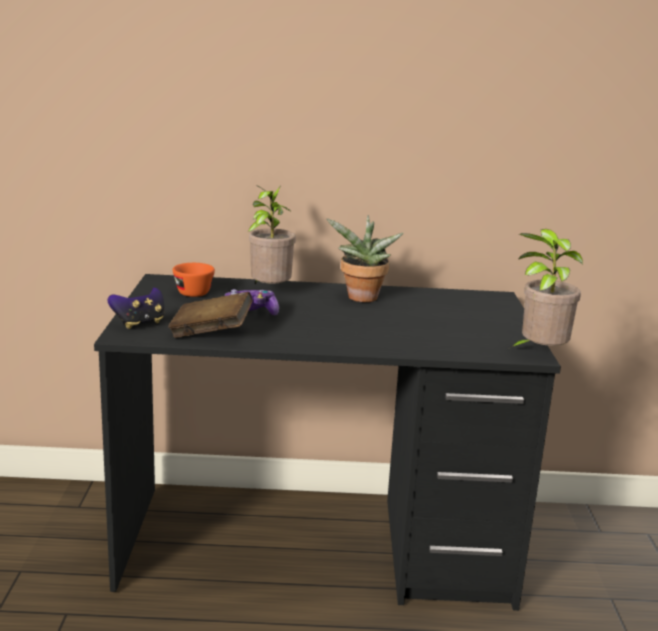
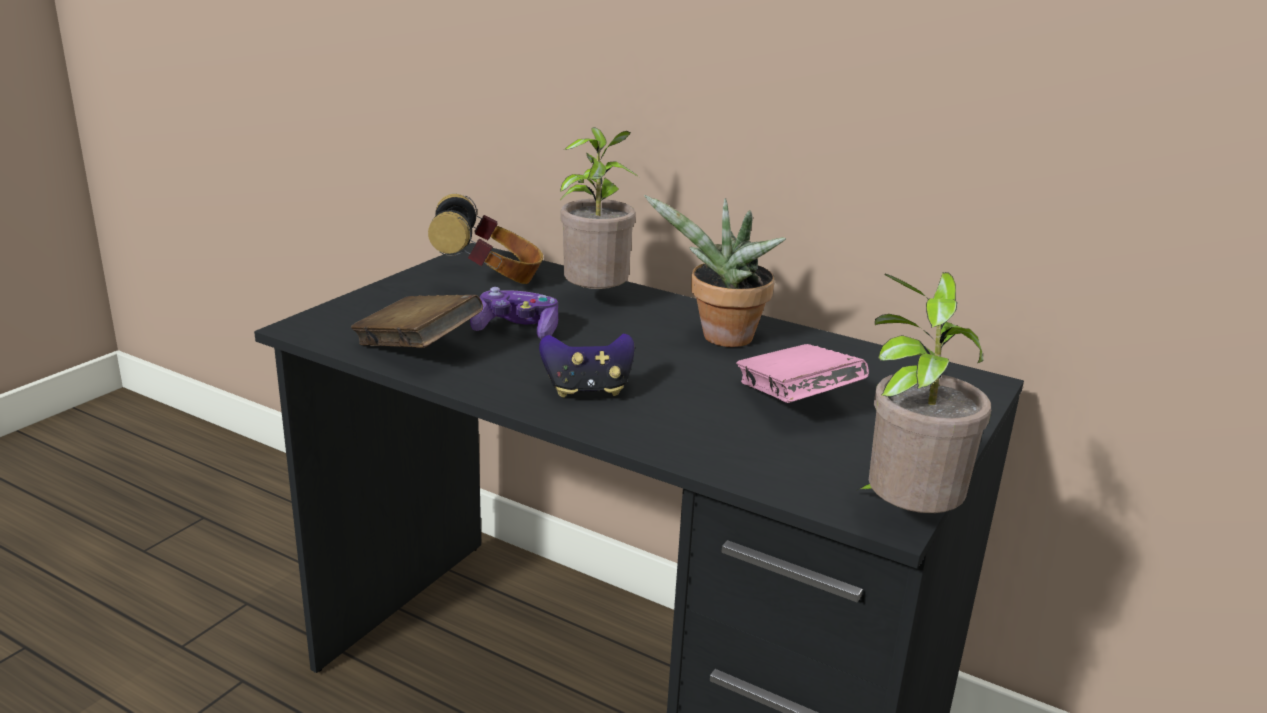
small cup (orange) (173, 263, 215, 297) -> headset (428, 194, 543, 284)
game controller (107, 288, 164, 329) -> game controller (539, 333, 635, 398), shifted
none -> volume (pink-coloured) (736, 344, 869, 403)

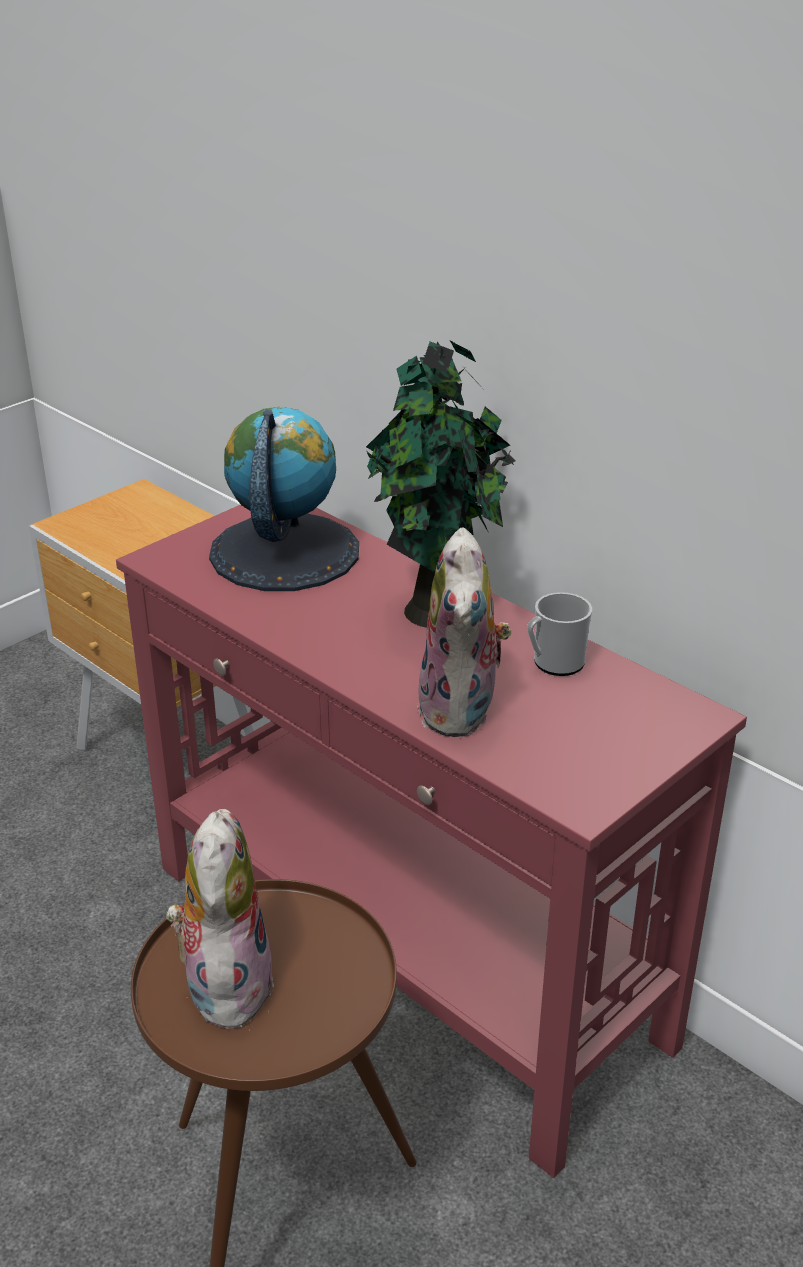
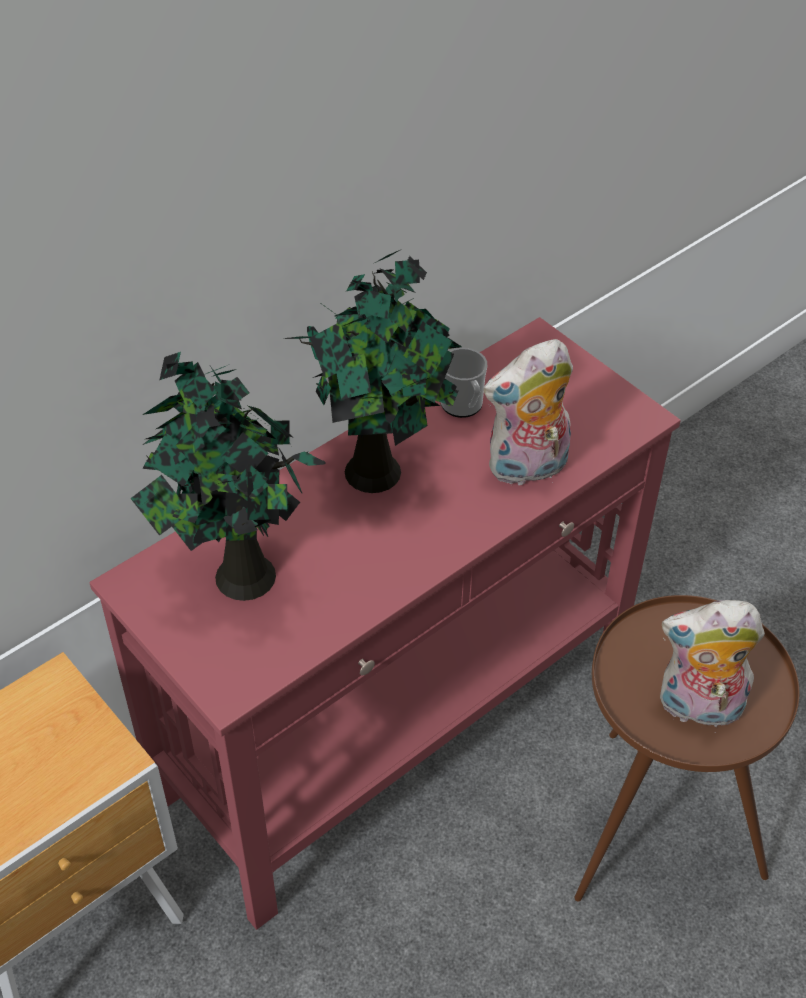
world globe (209, 407, 359, 591) -> plant in a pot (130, 352, 325, 601)
soft toy (417, 527, 512, 737) -> soft toy (483, 339, 573, 485), 150 degrees clockwise

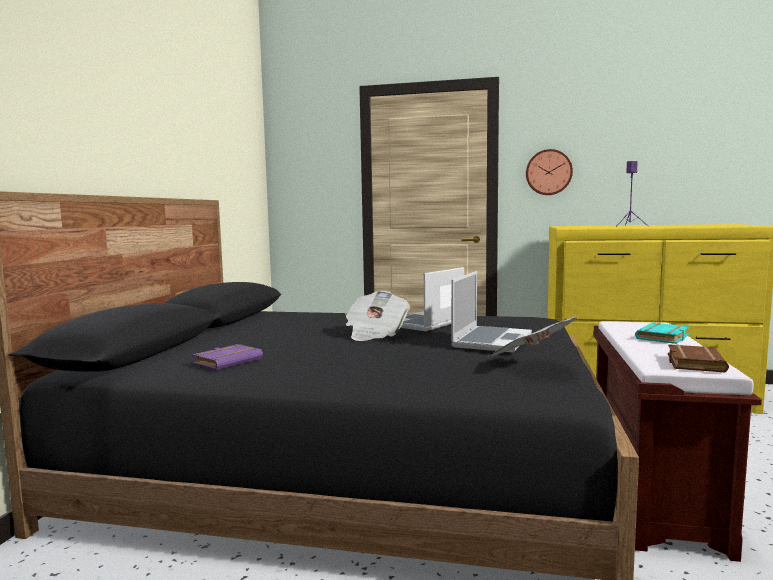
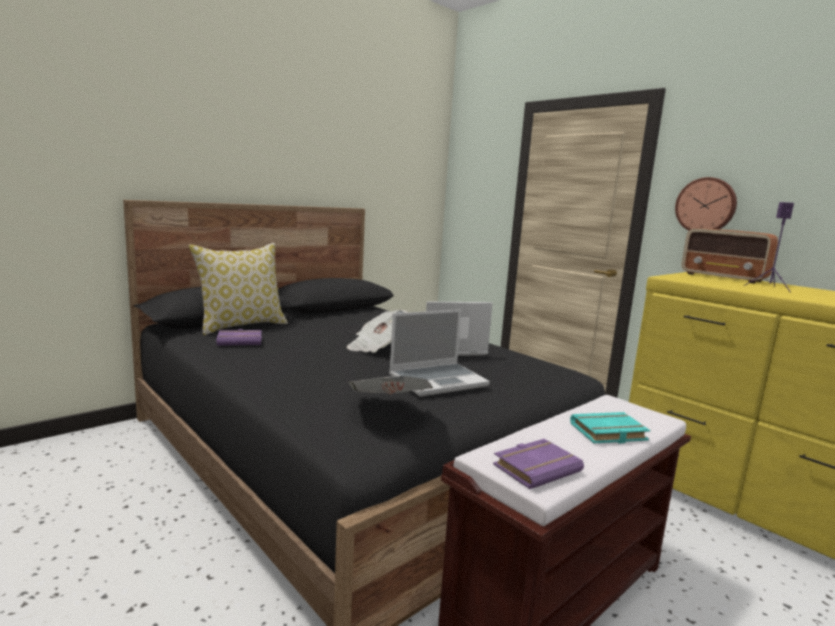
volume (brownish) (668, 344, 729, 373) -> volume (purple) (493, 439, 584, 489)
none -> radio set (682, 229, 778, 283)
none -> throw pillow (188, 243, 288, 335)

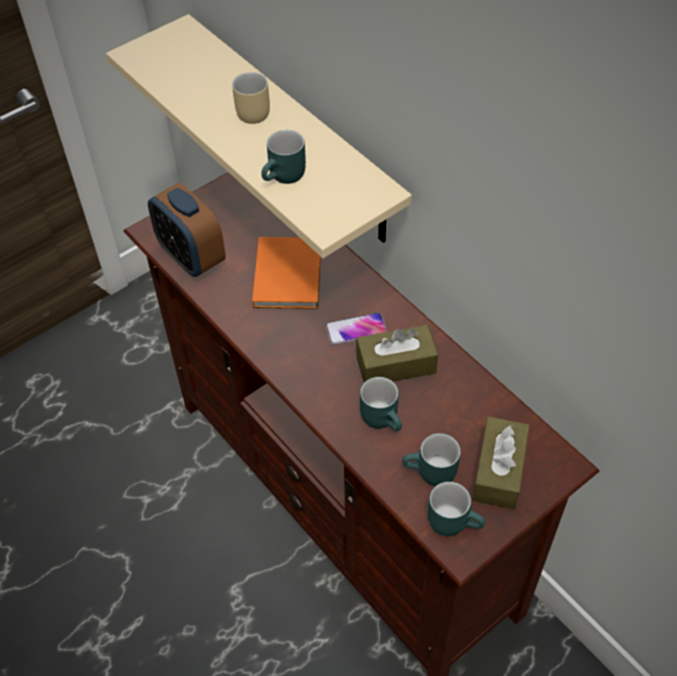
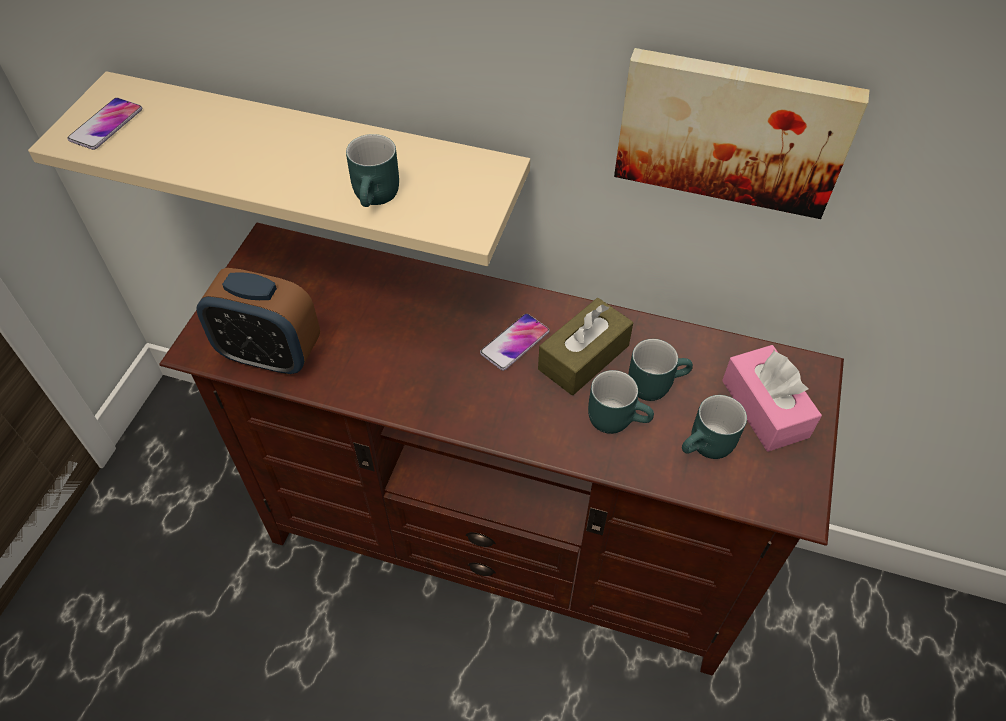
mug (beige-coloured) (232, 72, 270, 124) -> none
volume (orange) (252, 237, 321, 309) -> none
tissue holder (brownish) (472, 416, 530, 509) -> tissue holder (pink-coloured) (722, 345, 822, 452)
mug (turquoise-coloured) (428, 482, 485, 536) -> mug (turquoise-coloured) (628, 339, 693, 401), shifted
none -> picture (614, 48, 869, 219)
none -> telephone (67, 98, 142, 150)

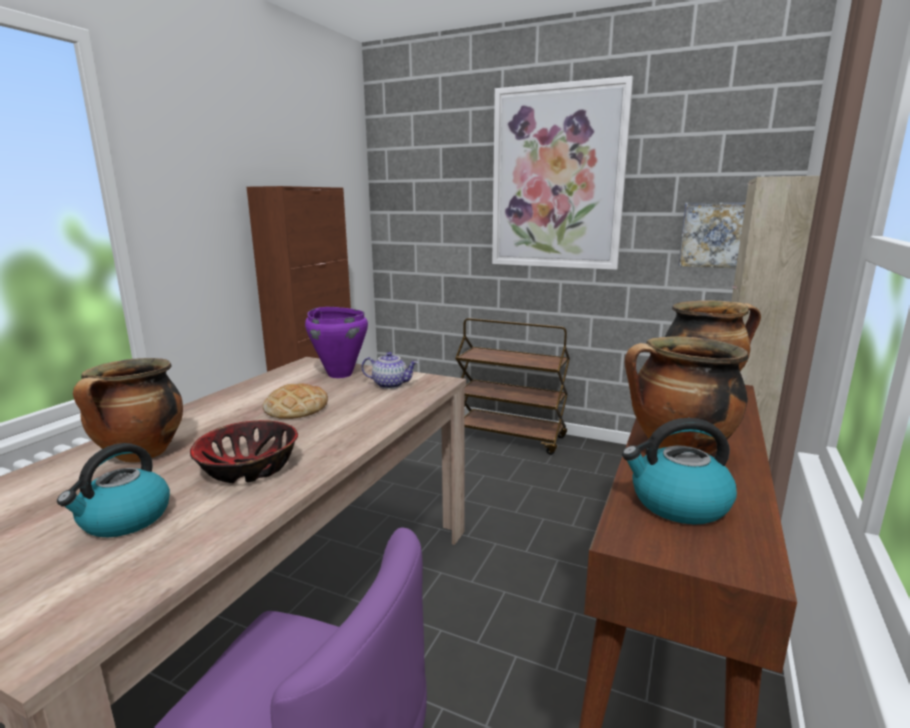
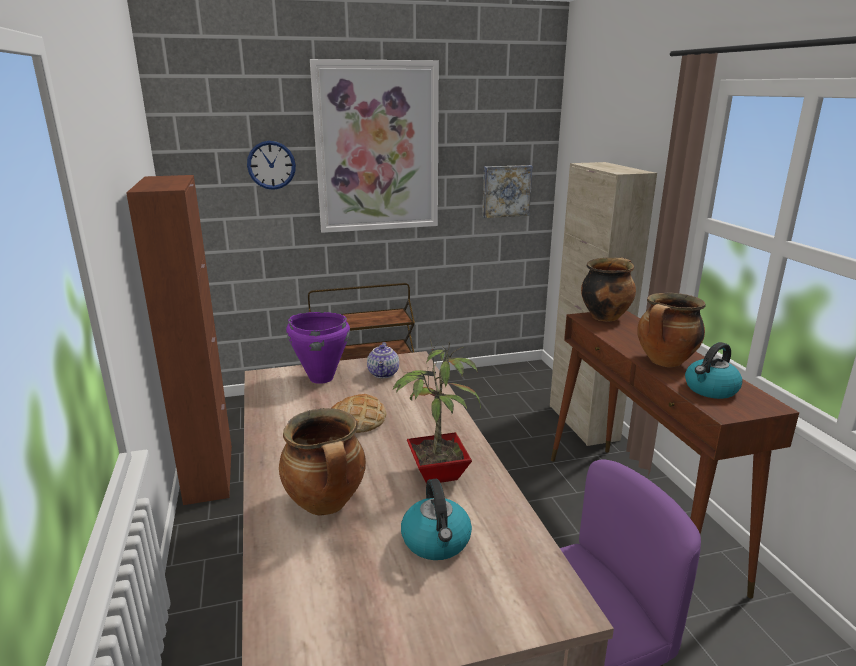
tea pot (362, 352, 418, 389) -> tea pot (367, 342, 399, 378), 120 degrees clockwise
bowl (190, 420, 298, 483) -> plant in a pot (393, 339, 481, 484)
none -> clock on the wall (247, 141, 296, 190)

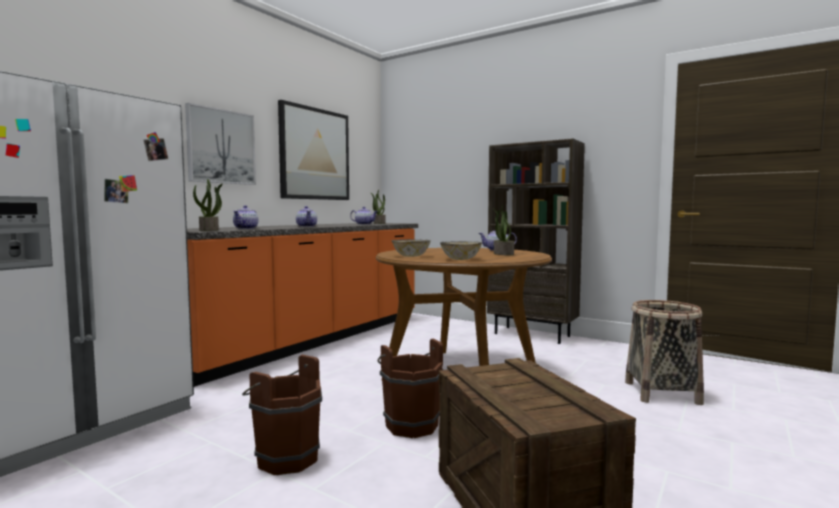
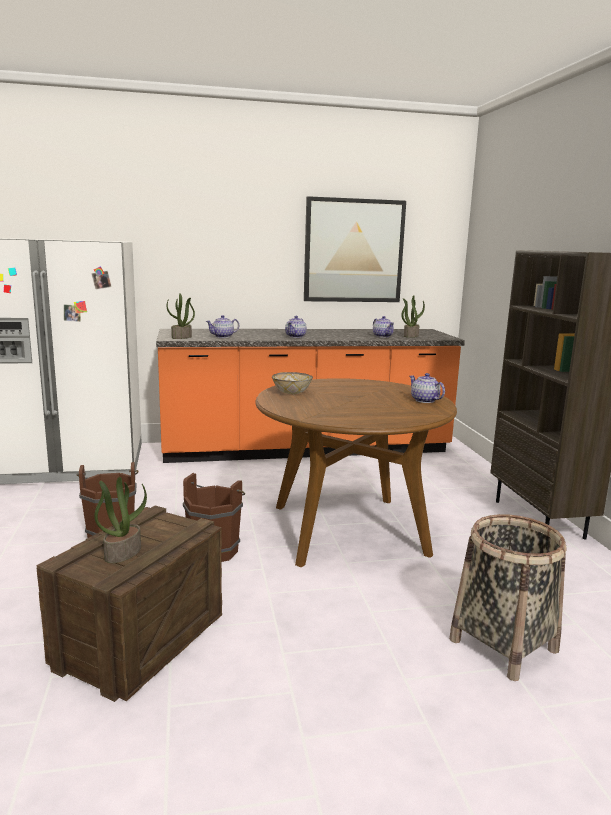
picture (185, 103, 256, 185) -> none
plant in a pot (494, 205, 514, 255) -> plant in a pot (94, 477, 147, 563), shifted
bowl (440, 241, 482, 260) -> none

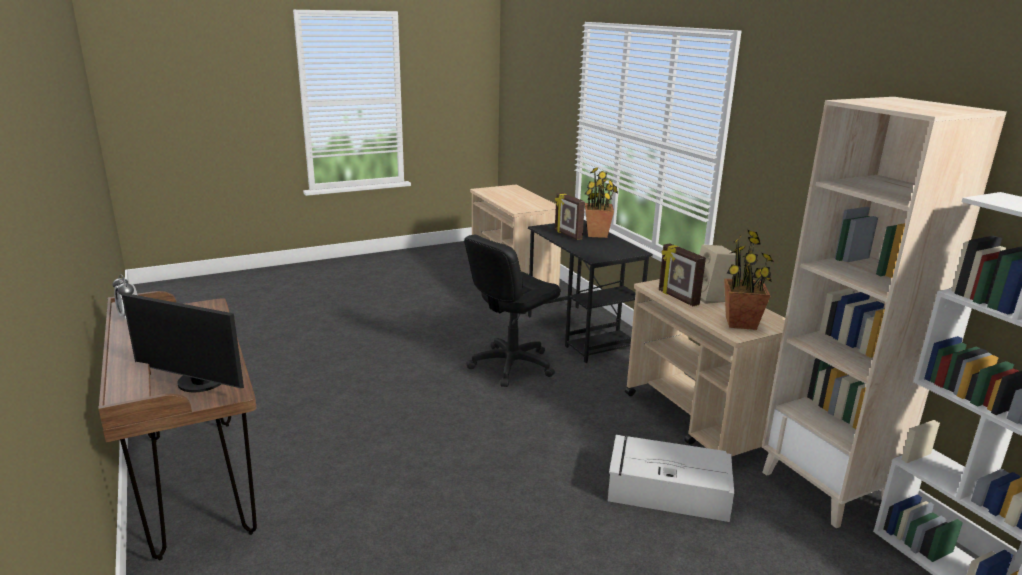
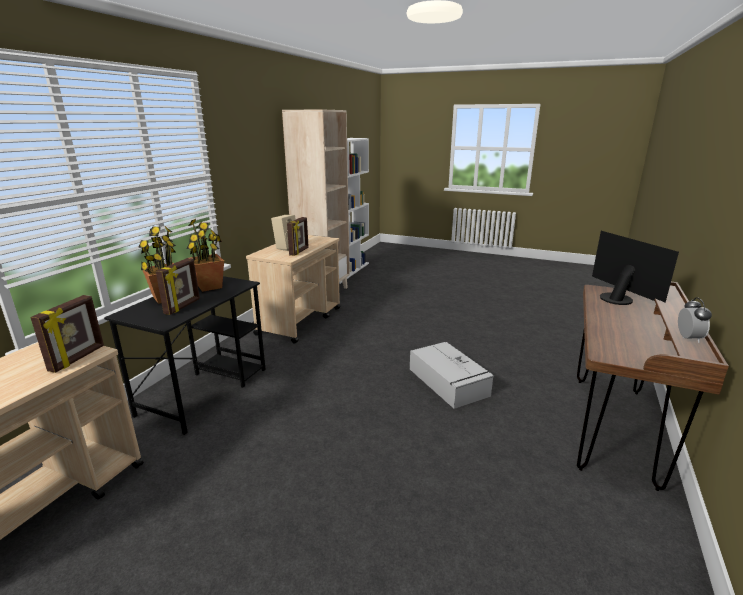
plant in a pot (724, 230, 774, 330) -> plant in a pot (187, 219, 224, 292), shifted
computer chair (black) (464, 235, 560, 387) -> none
storage box (grey) (608, 435, 734, 522) -> storage box (grey) (410, 342, 494, 409), shifted
none -> photo frame (30, 295, 104, 373)

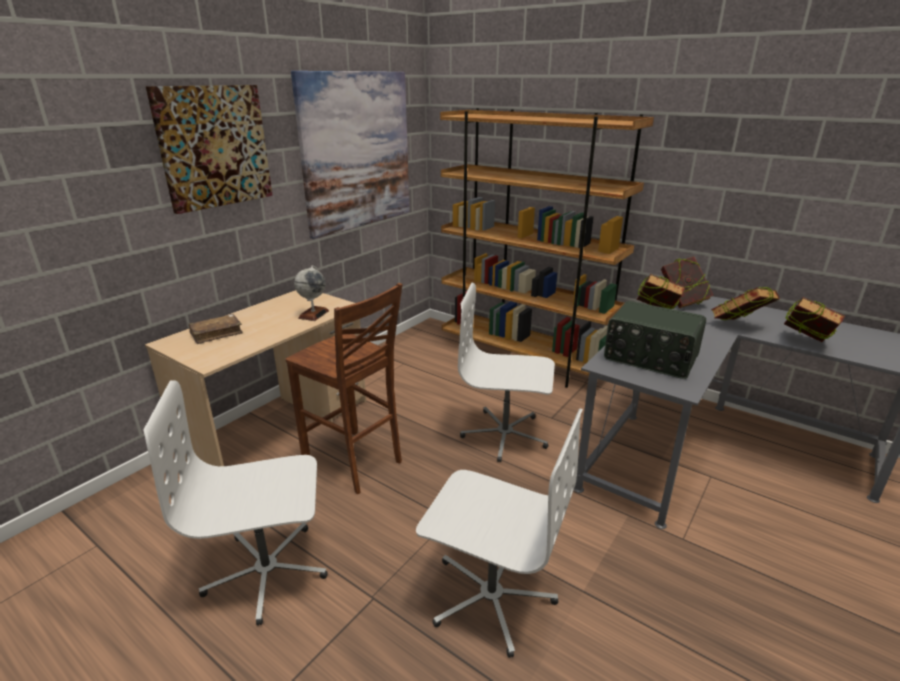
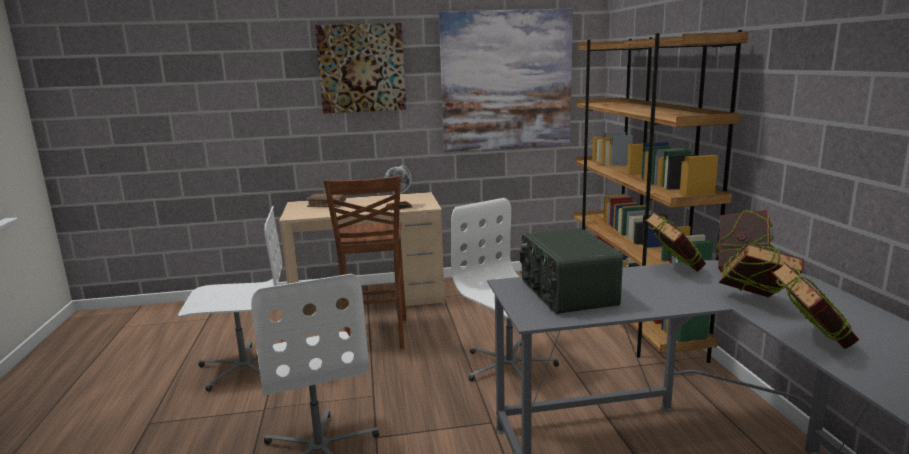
computer chair (whitish) (144, 380, 328, 626) -> computer chair (whitish) (178, 206, 282, 392), 135 degrees clockwise

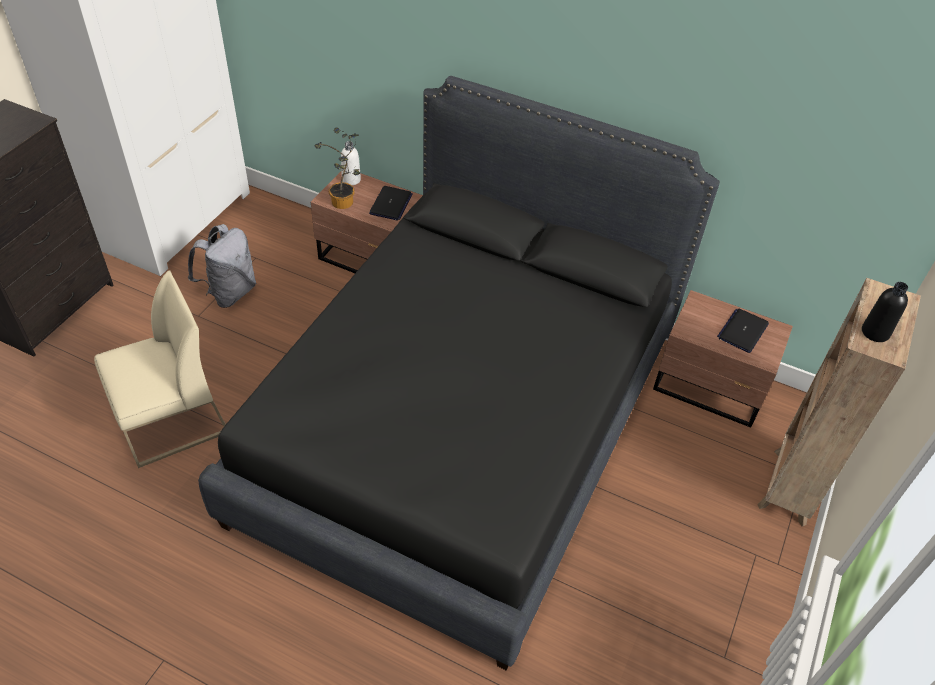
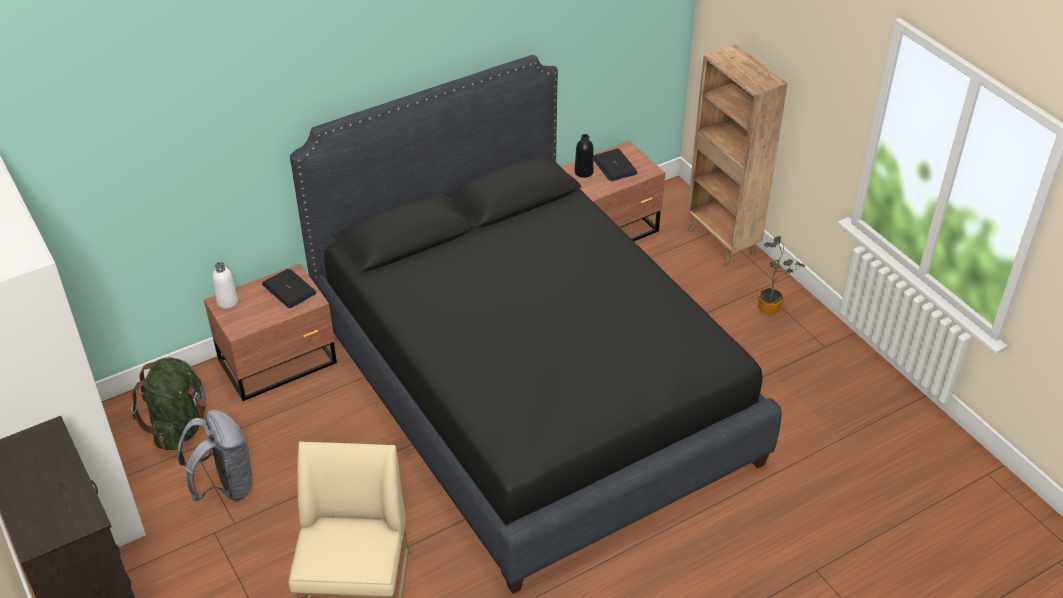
plant in a pot (315, 127, 360, 209) -> plant in a pot (758, 236, 805, 314), shifted
beverage bottle (black) (862, 282, 908, 342) -> beverage bottle (black) (575, 134, 594, 178), shifted
none -> backpack (greenish) (131, 358, 207, 450)

